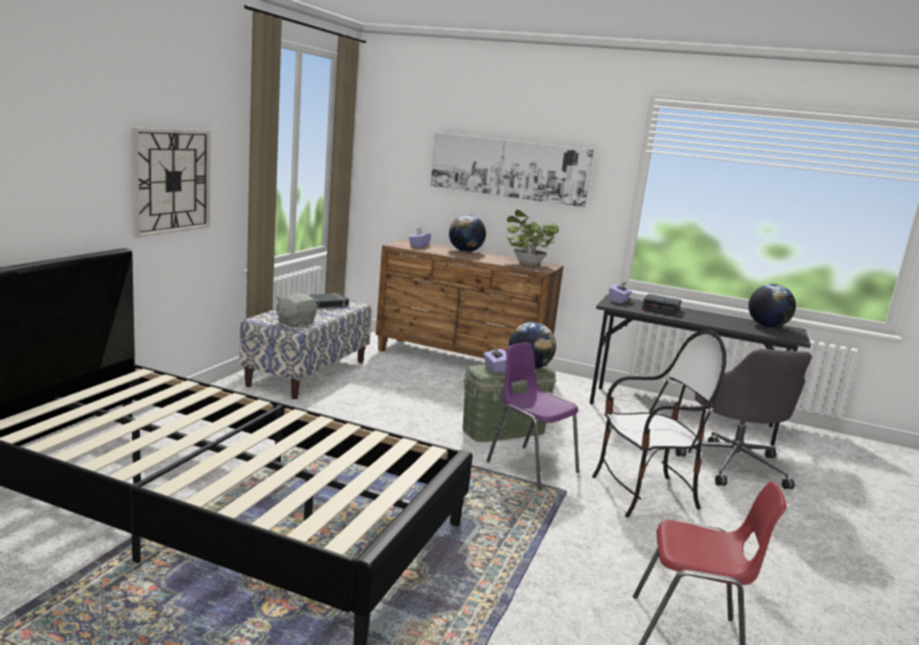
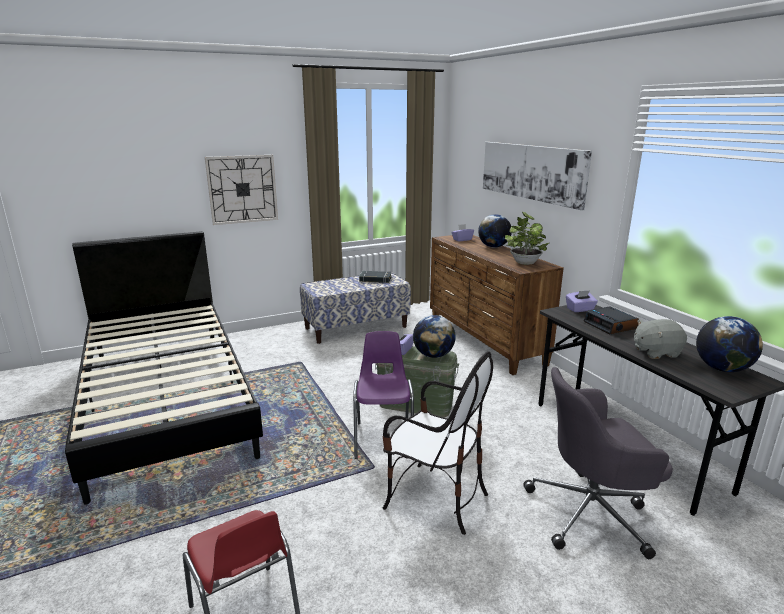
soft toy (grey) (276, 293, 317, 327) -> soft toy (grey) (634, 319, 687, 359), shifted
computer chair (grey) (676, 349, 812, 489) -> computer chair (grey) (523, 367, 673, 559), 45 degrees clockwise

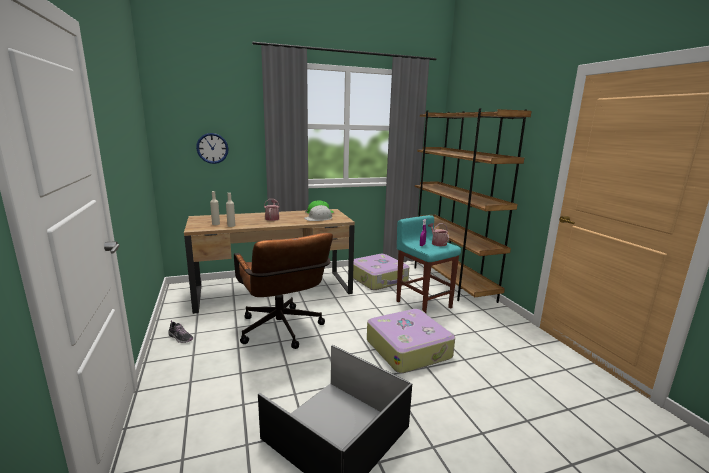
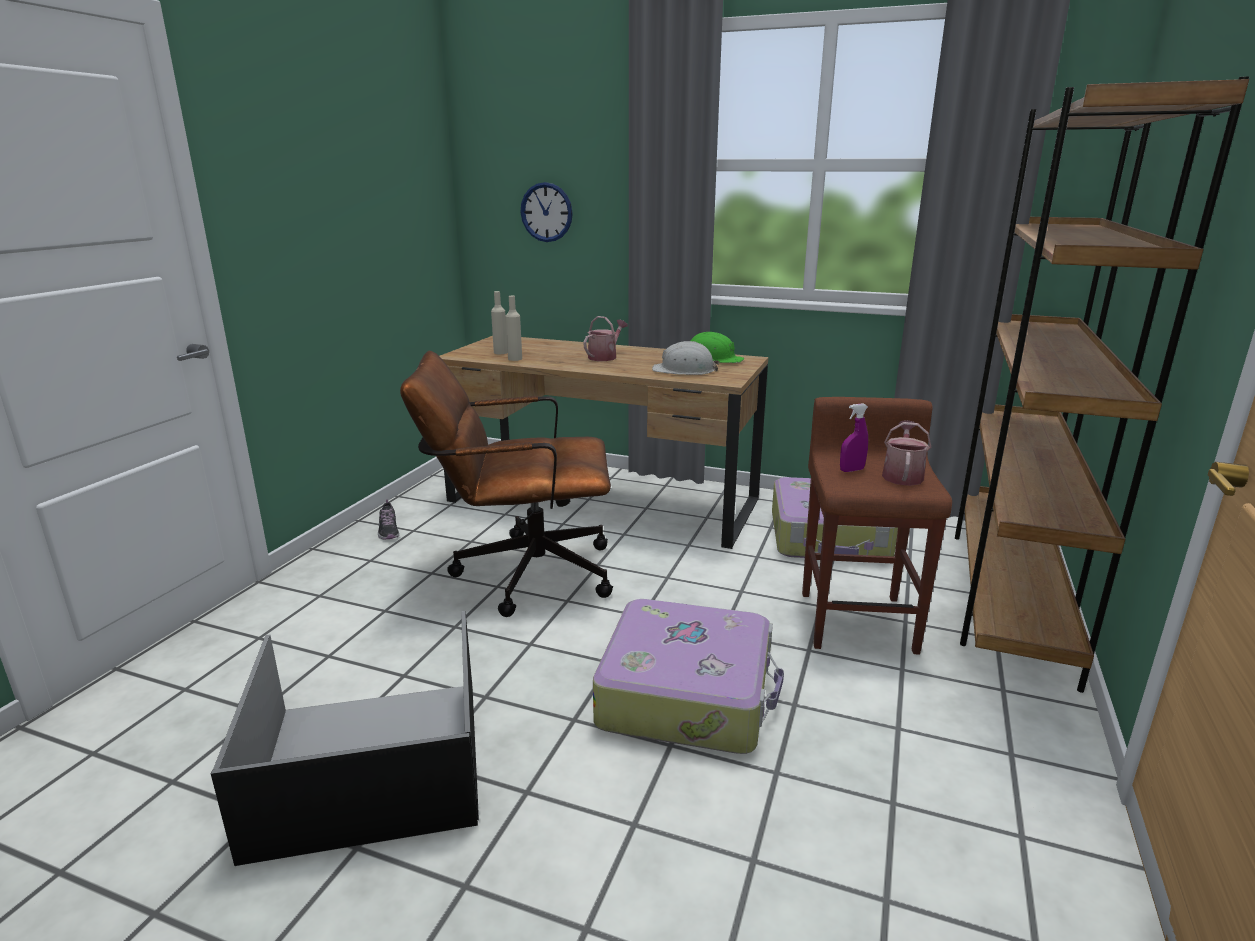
stool seat (turquoise-coloured) (396, 215, 461, 313) -> stool seat (brownish) (802, 397, 952, 655)
computer chair (brownish) (234, 233, 333, 349) -> computer chair (brownish) (400, 351, 613, 617), 75 degrees clockwise

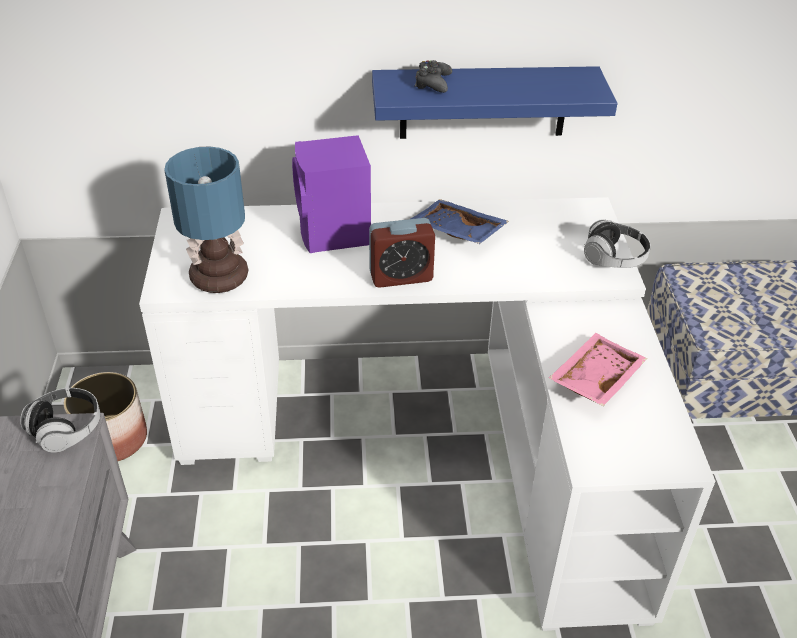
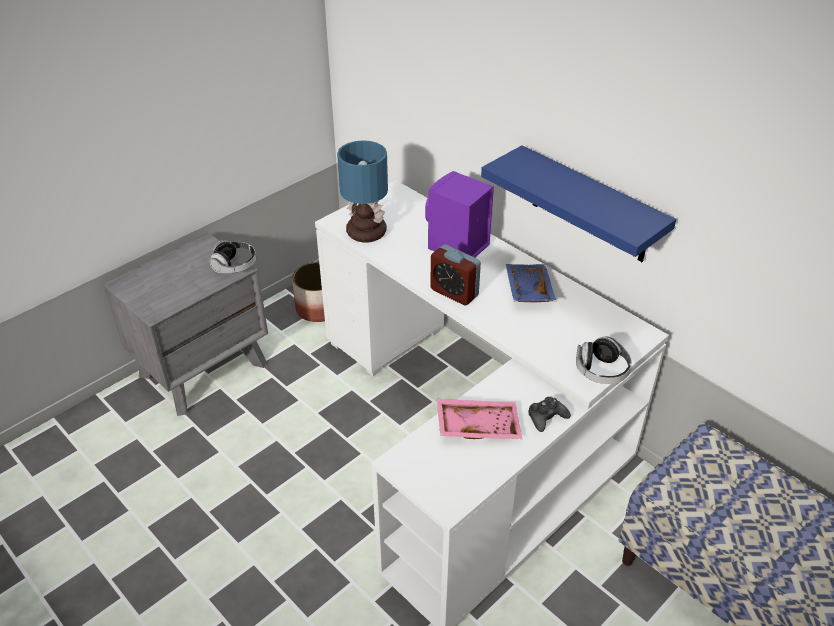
game controller (black) (414, 60, 452, 93) -> game controller (black) (528, 397, 571, 432), shifted

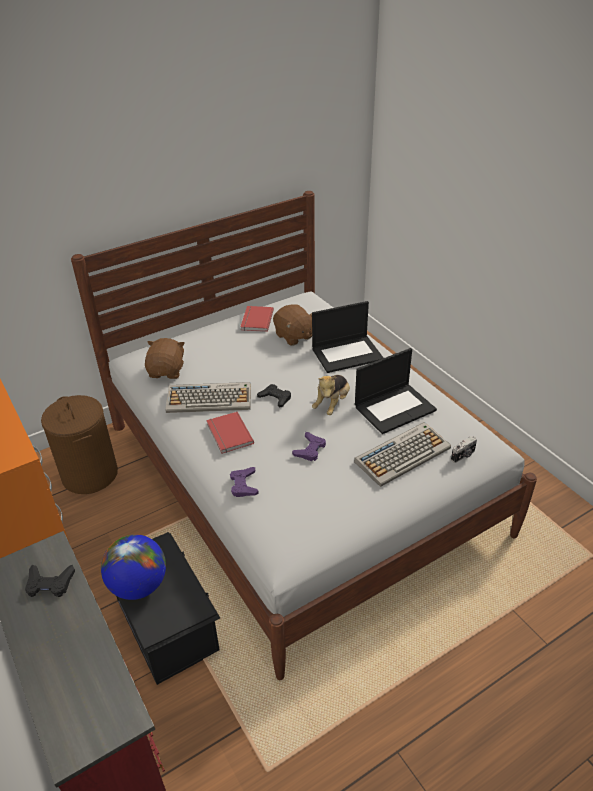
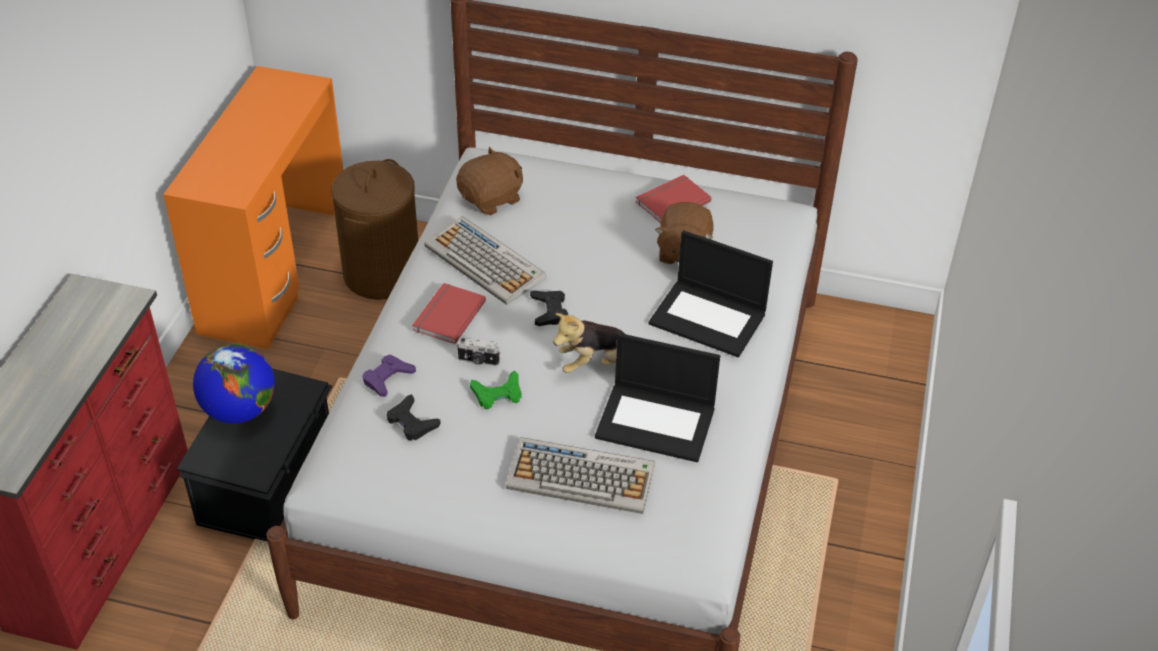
game controller (purple) (292, 432, 326, 461) -> game controller (greenish) (470, 370, 521, 409)
still camera (451, 436, 477, 463) -> still camera (456, 338, 501, 366), shifted
game controller (black) (25, 565, 75, 597) -> game controller (black) (386, 394, 440, 441), shifted

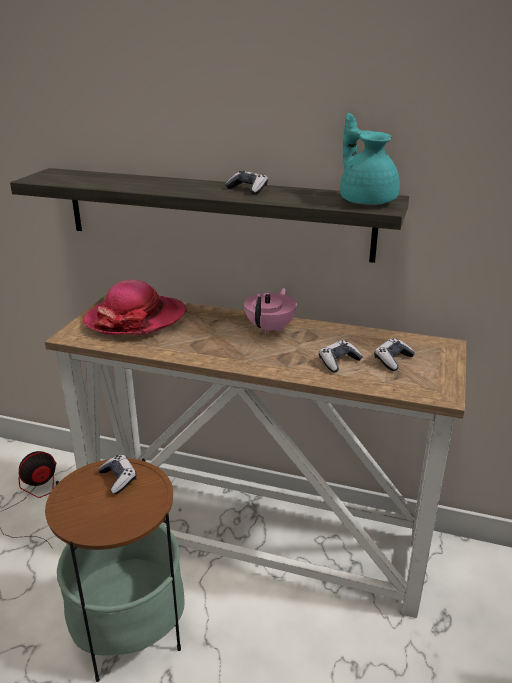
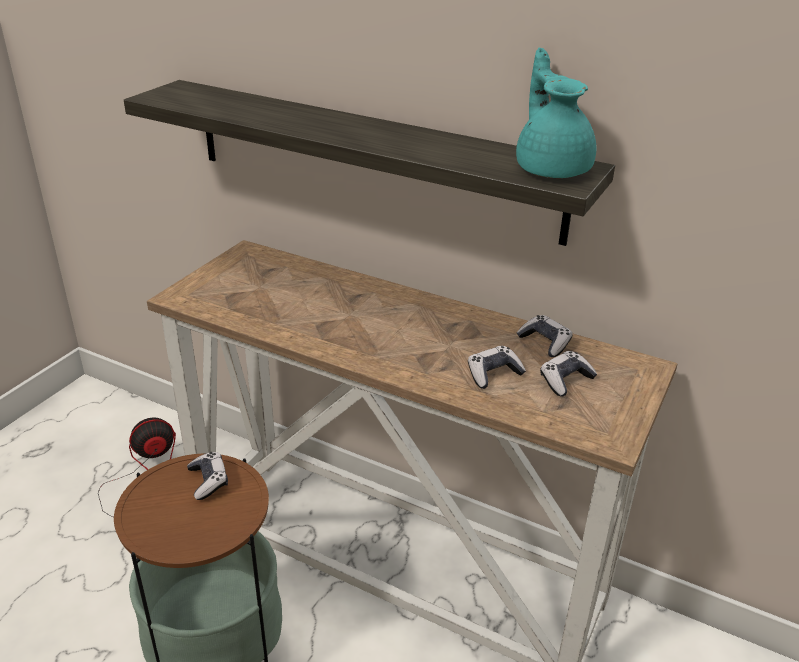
game controller (225, 171, 268, 195) -> game controller (516, 315, 573, 357), shifted
wearable hat (83, 279, 187, 335) -> none
tea pot (pink-coloured) (244, 288, 297, 334) -> none

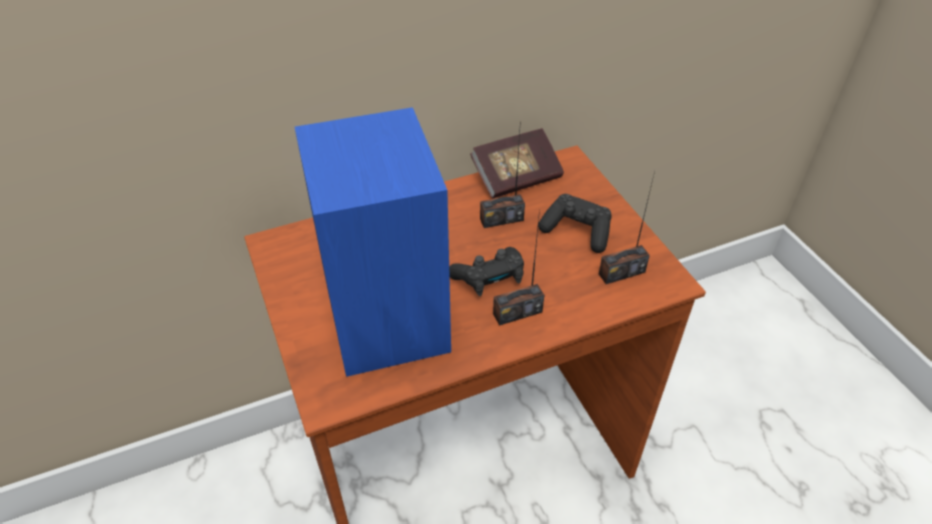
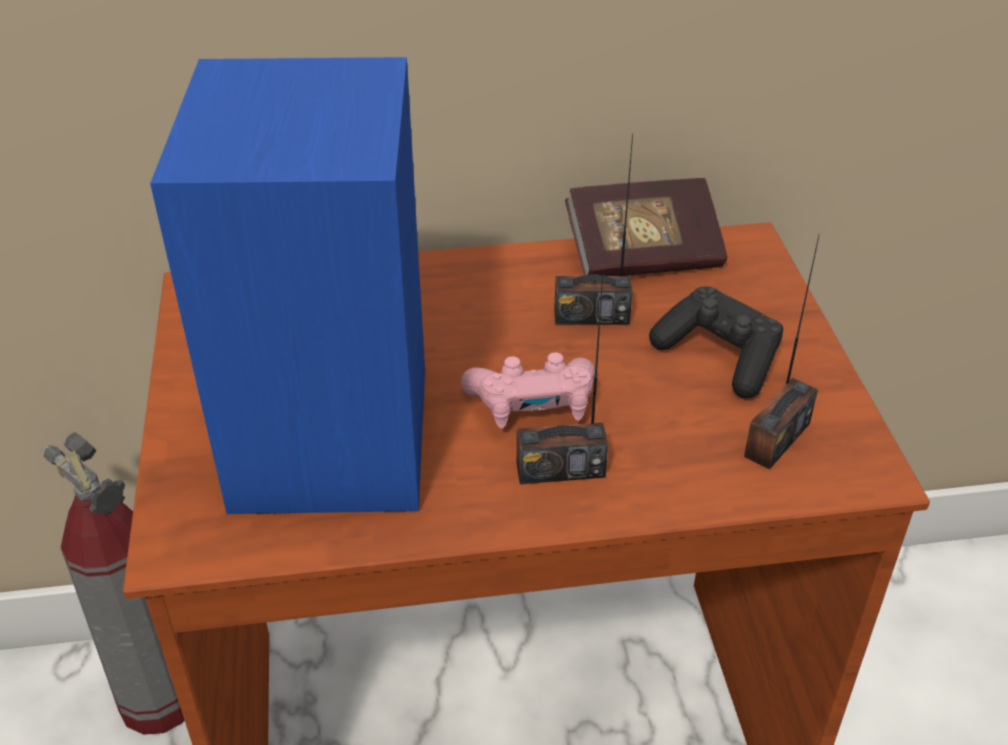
radio set (599, 171, 655, 284) -> radio set (744, 236, 819, 470), 45 degrees counterclockwise
game controller (black) (449, 247, 524, 296) -> game controller (pink-coloured) (461, 352, 595, 428)
none -> fire extinguisher (42, 432, 185, 735)

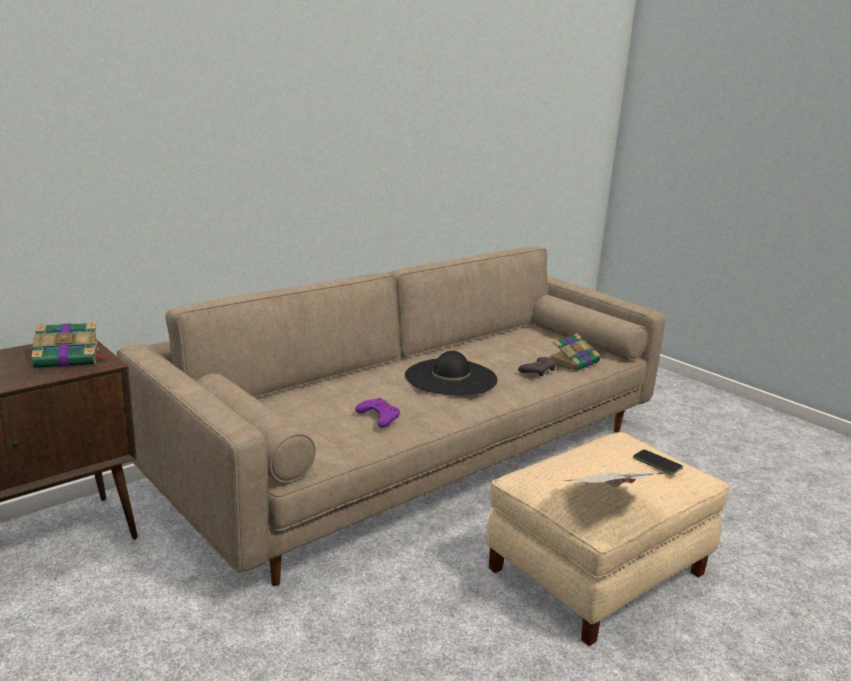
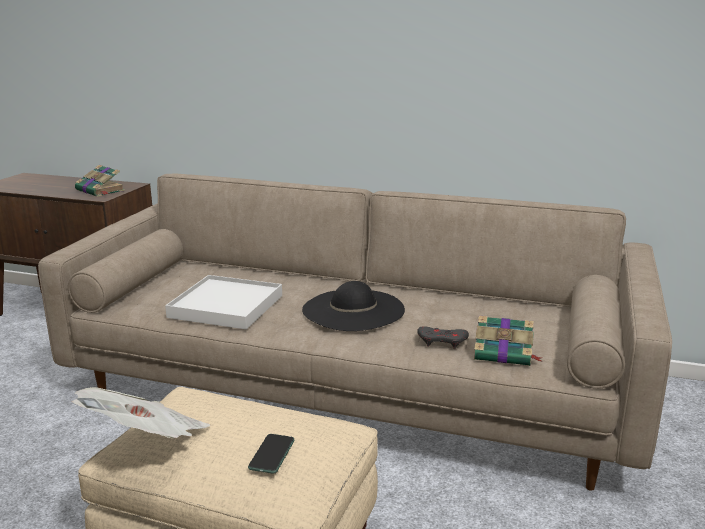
game controller (purple) (355, 398, 400, 428) -> carrying tray (whitish) (165, 275, 282, 330)

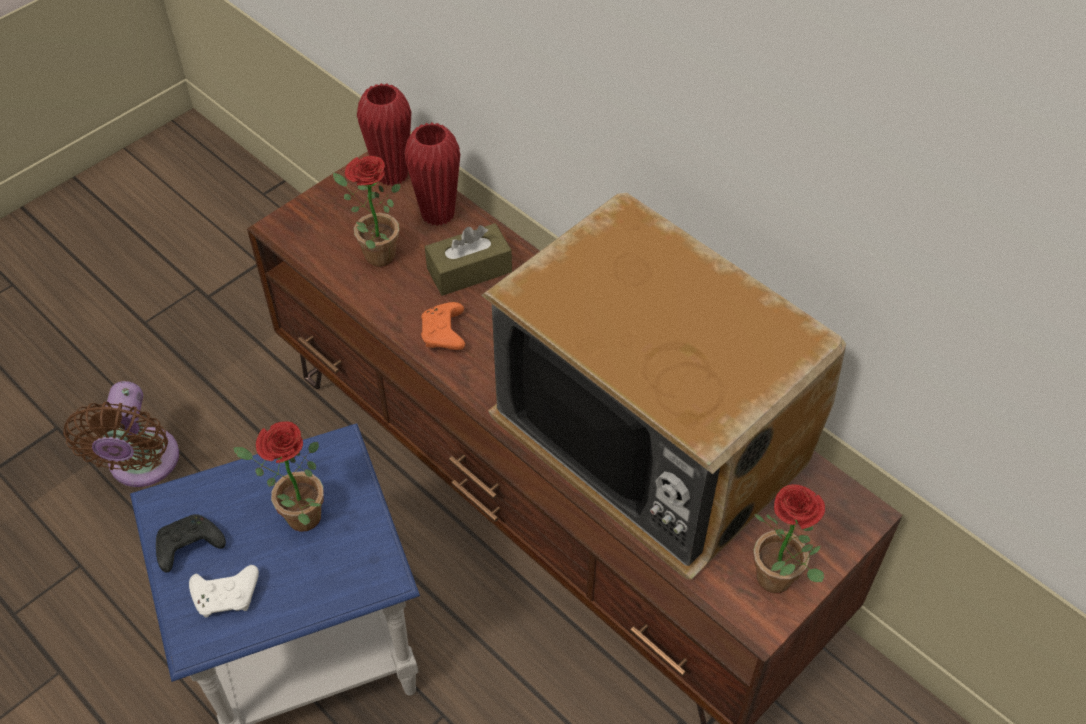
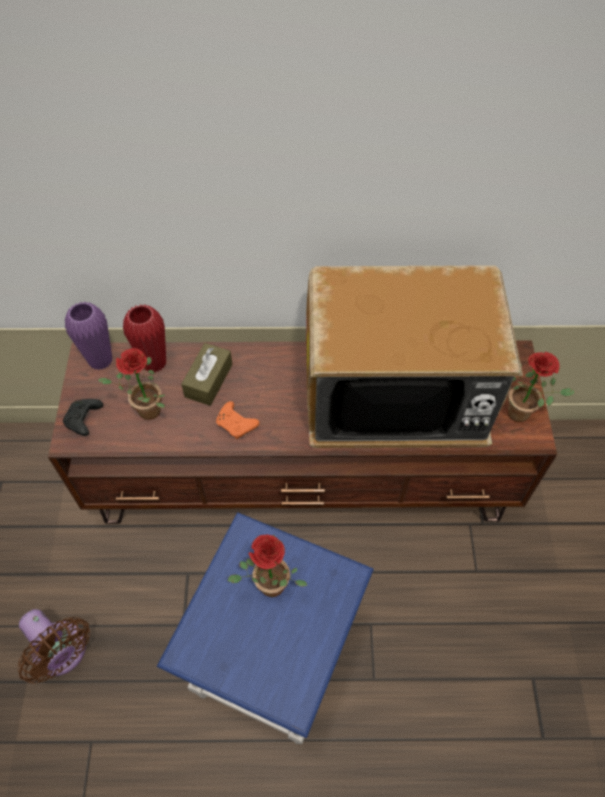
flower vase (red-coloured) (357, 83, 411, 186) -> flower vase (purple) (65, 302, 112, 370)
game controller (black) (156, 514, 226, 572) -> game controller (black) (63, 399, 103, 436), shifted
game controller (whitish) (189, 565, 259, 617) -> none

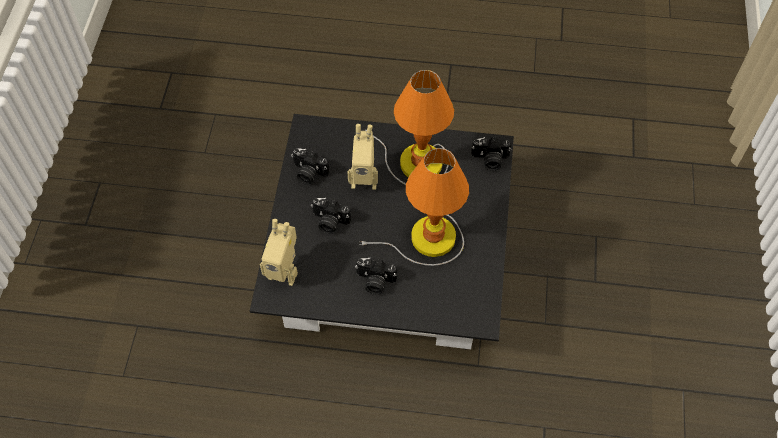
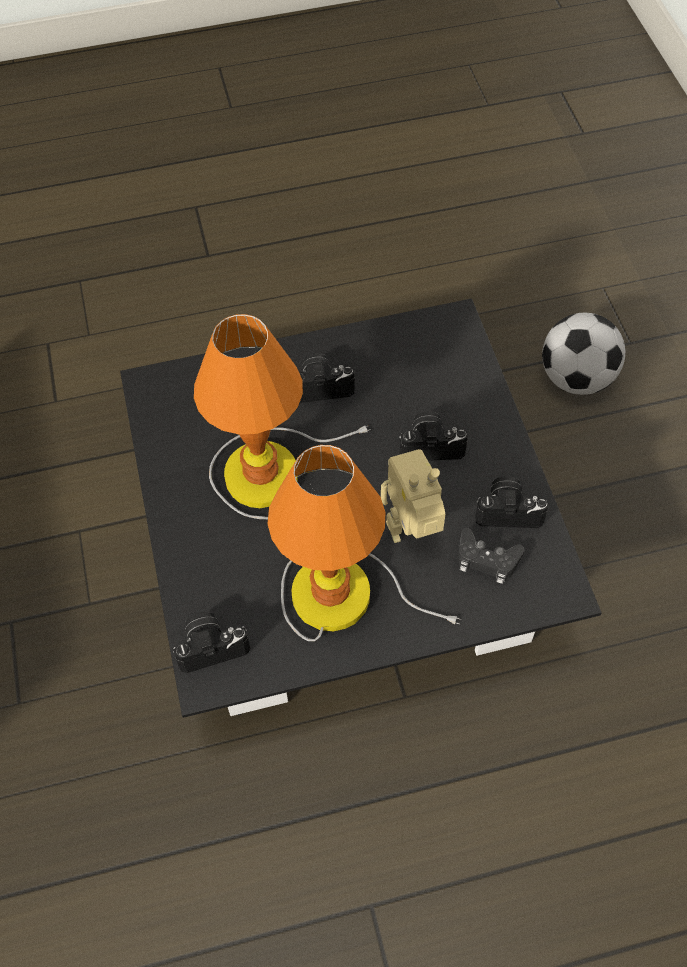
toy robot (260, 219, 298, 286) -> none
none -> football (542, 313, 625, 395)
none -> game controller (black) (458, 528, 525, 584)

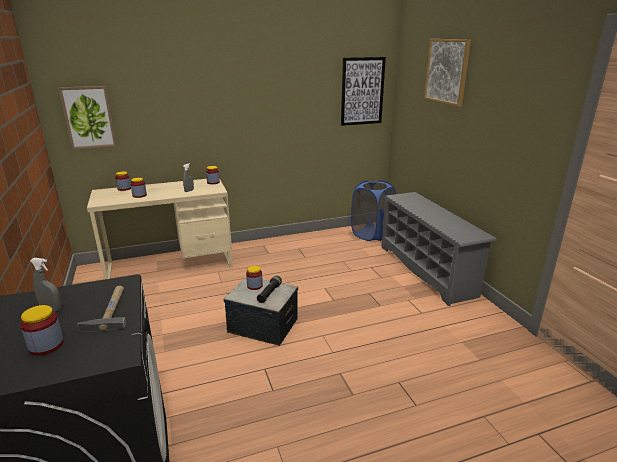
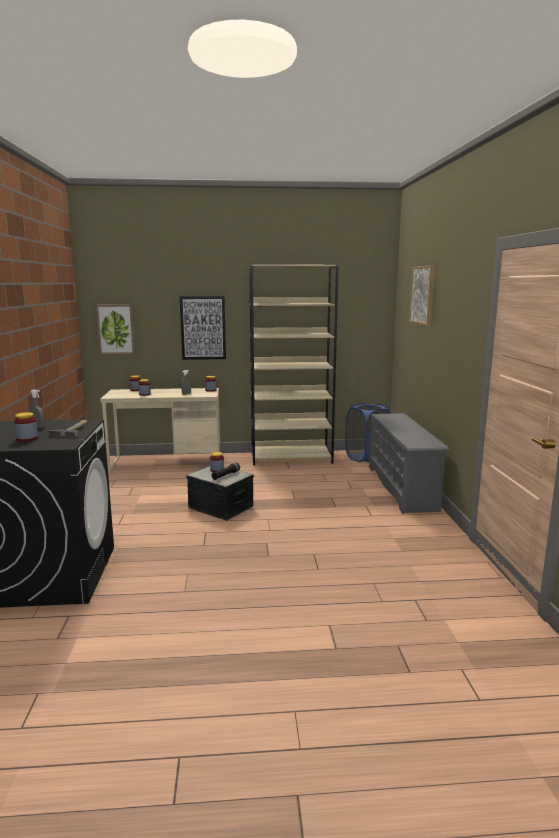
picture (341, 57, 386, 126) -> picture (180, 296, 226, 360), shifted
none -> bookcase (beige-coloured) (249, 264, 338, 466)

